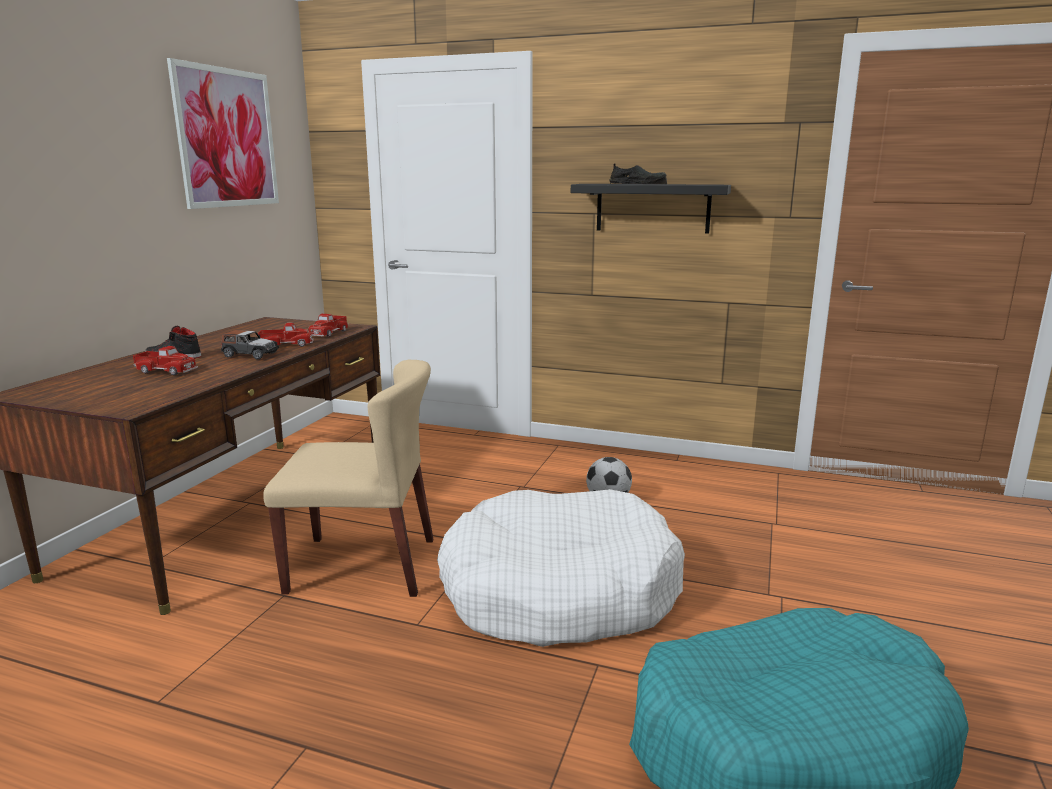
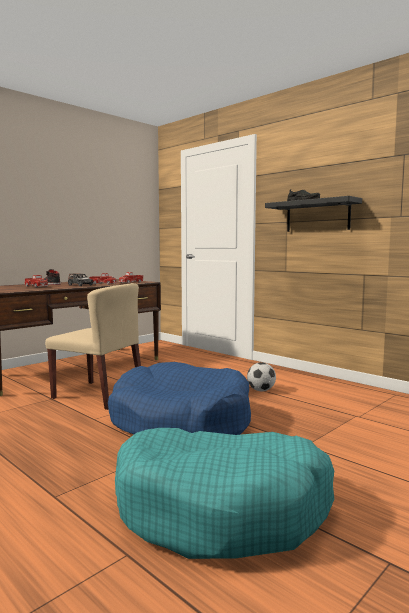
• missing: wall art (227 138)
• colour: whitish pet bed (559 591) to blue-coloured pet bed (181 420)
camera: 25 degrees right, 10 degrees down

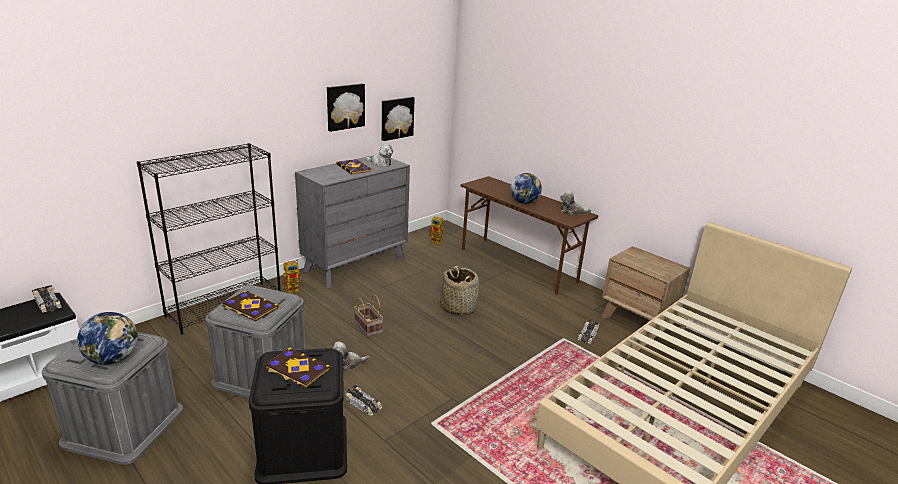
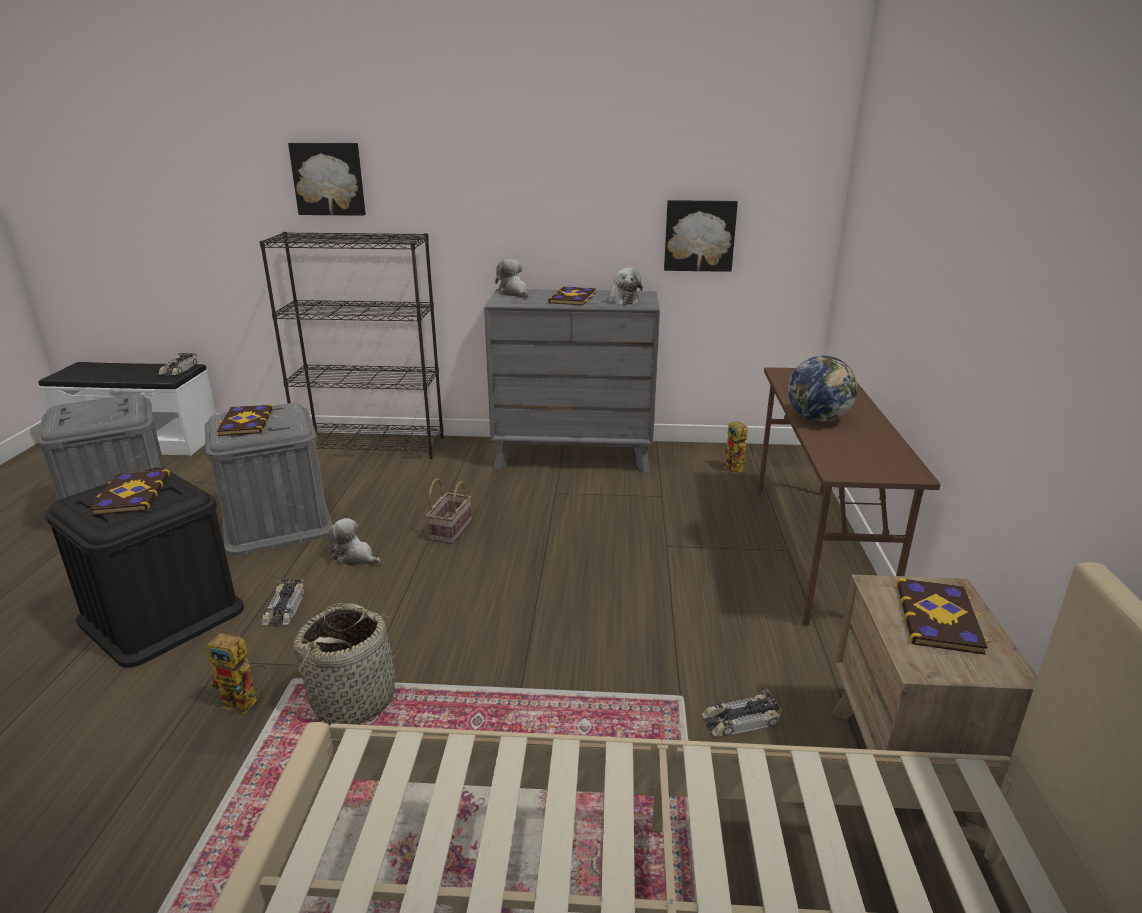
• missing: world globe (113 359)
• relocated: model robot (295 290) to (247 703)
• relocated: wall art (345 106) to (329 179)
• relocated: basket (458 307) to (354 699)
• relocated: cuddly toy (572 212) to (514 293)
• appeared: book (939 618)
camera: 50 degrees right, 0 degrees up

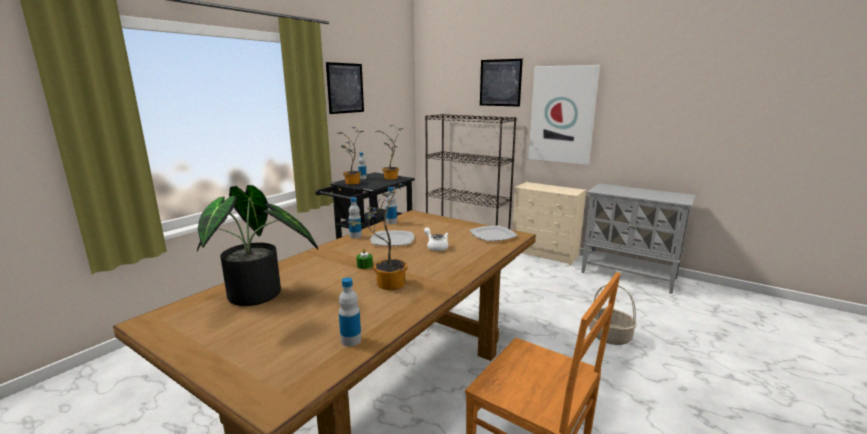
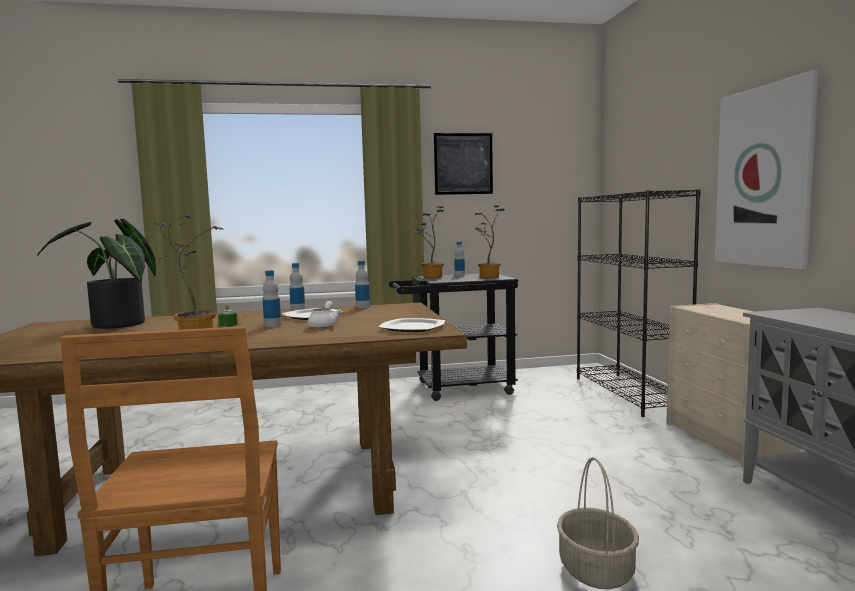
• relocated: beverage bottle (351 340) to (272 325)
• missing: wall art (500 83)
camera: 45 degrees right, 10 degrees down

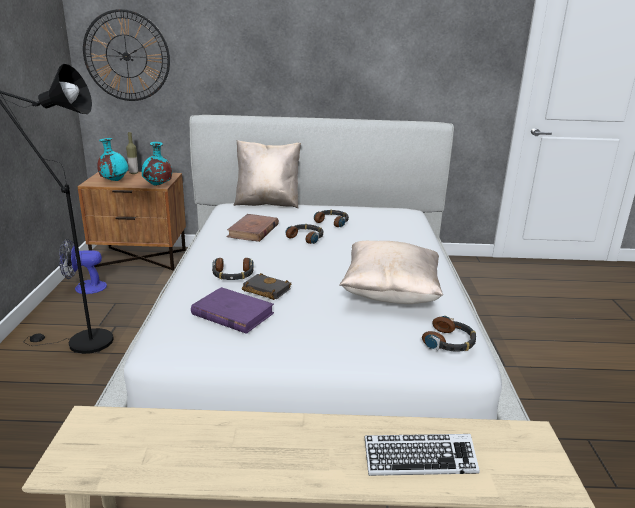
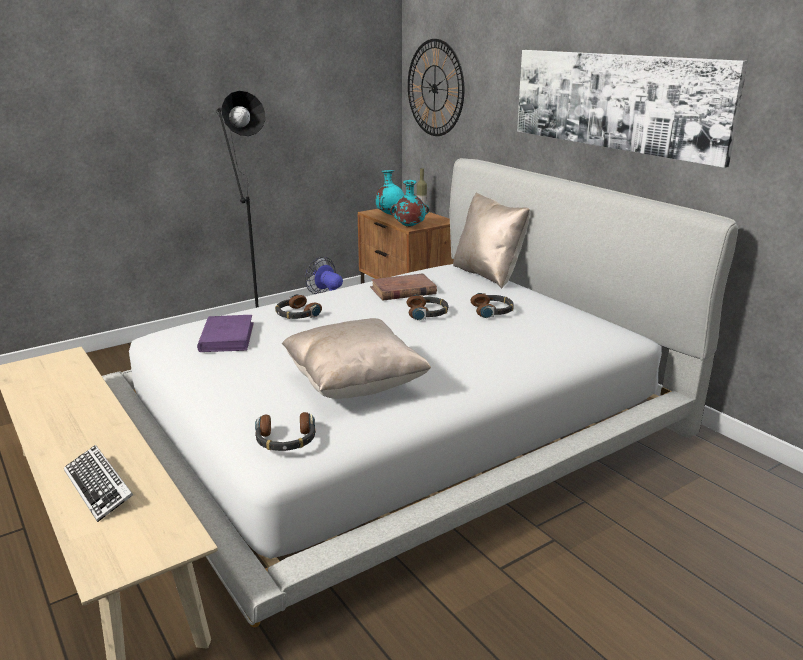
• missing: blackish book (264 290)
• appeared: wall art (616 101)
camera: 55 degrees right, 0 degrees up

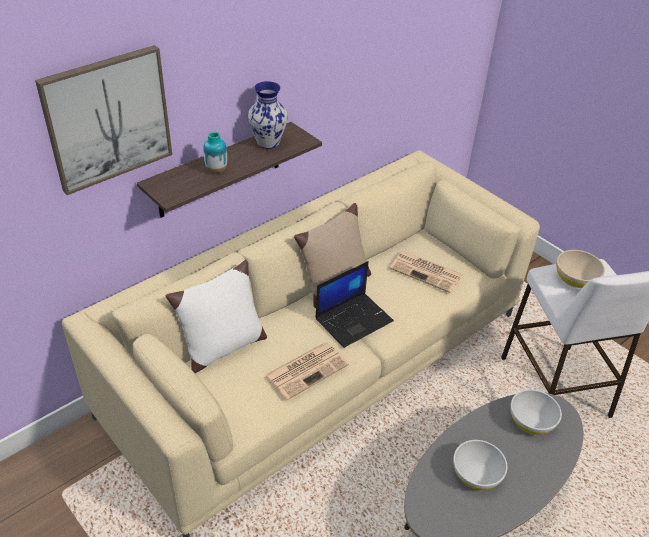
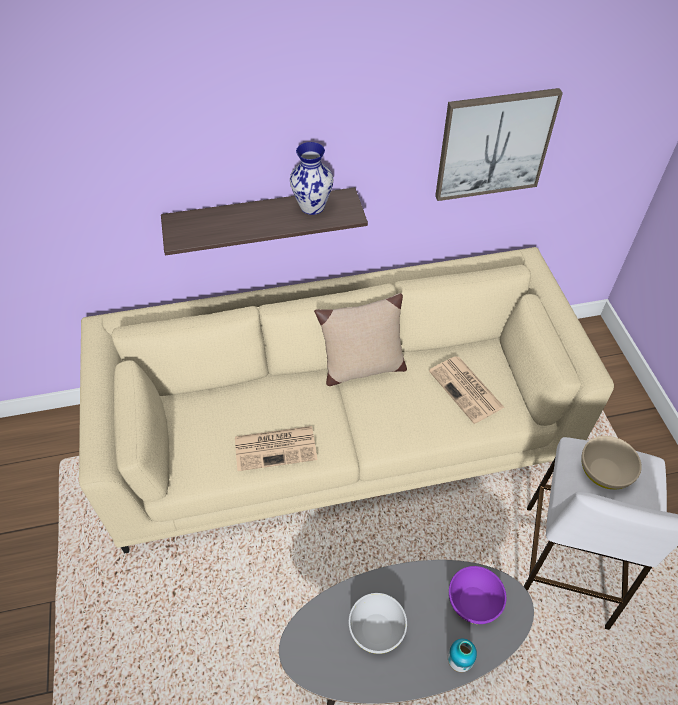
• relocated: wall art (108 119) to (494 144)
• missing: whitish pillow (222 347)
• relocated: vase (216 170) to (459 661)
• missing: portable computer (354 319)
• colour: whitish deep dish (531 421) to purple deep dish (473 601)
camera: 30 degrees right, 10 degrees up

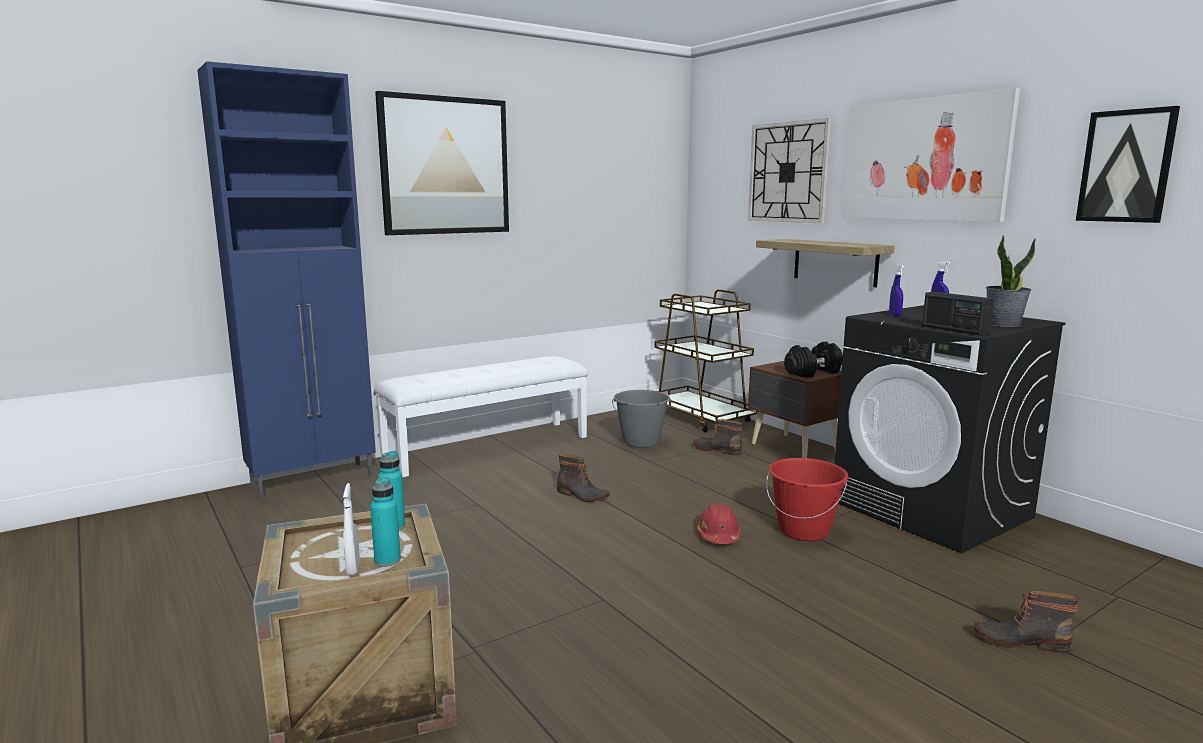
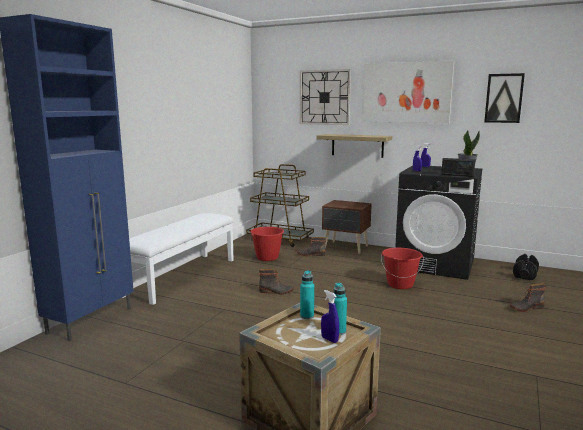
• colour: whitish hand sprayer (353 568) to blue-coloured hand sprayer (329 339)
• missing: wall art (445 166)
• colour: grey water bucket (641 442) to red water bucket (267 258)
• missing: red safety helmet (718 535)
• relocated: blackish hand weight (812 372) to (525 274)
camera: 30 degrees left, 0 degrees up

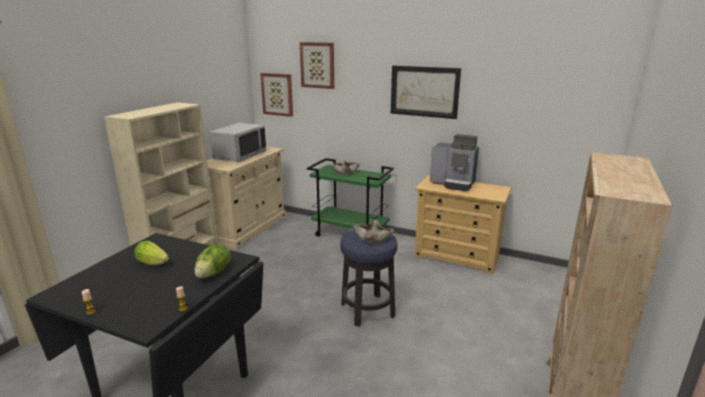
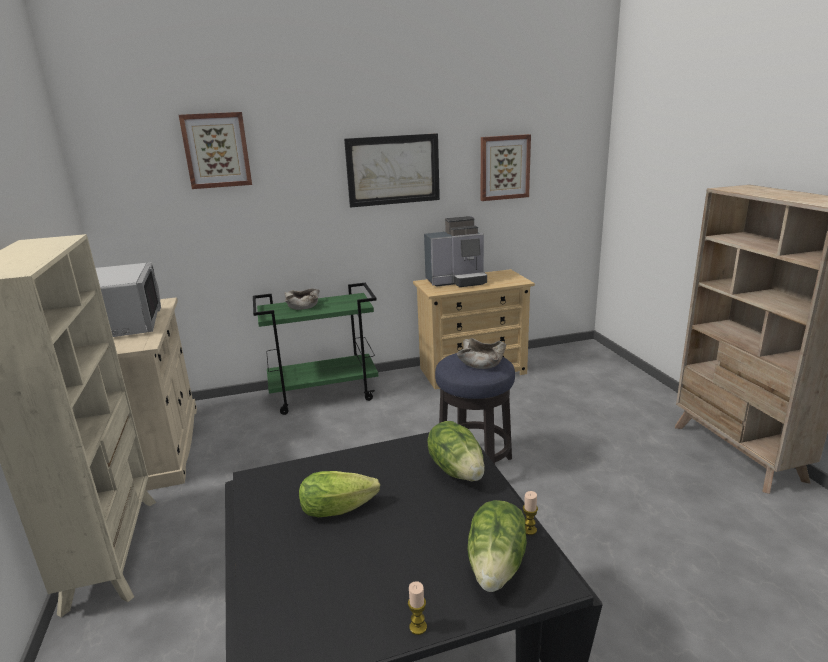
• relocated: wall art (277 94) to (504 167)
• appeared: head of lettuce (497 565)
camera: 40 degrees left, 0 degrees up

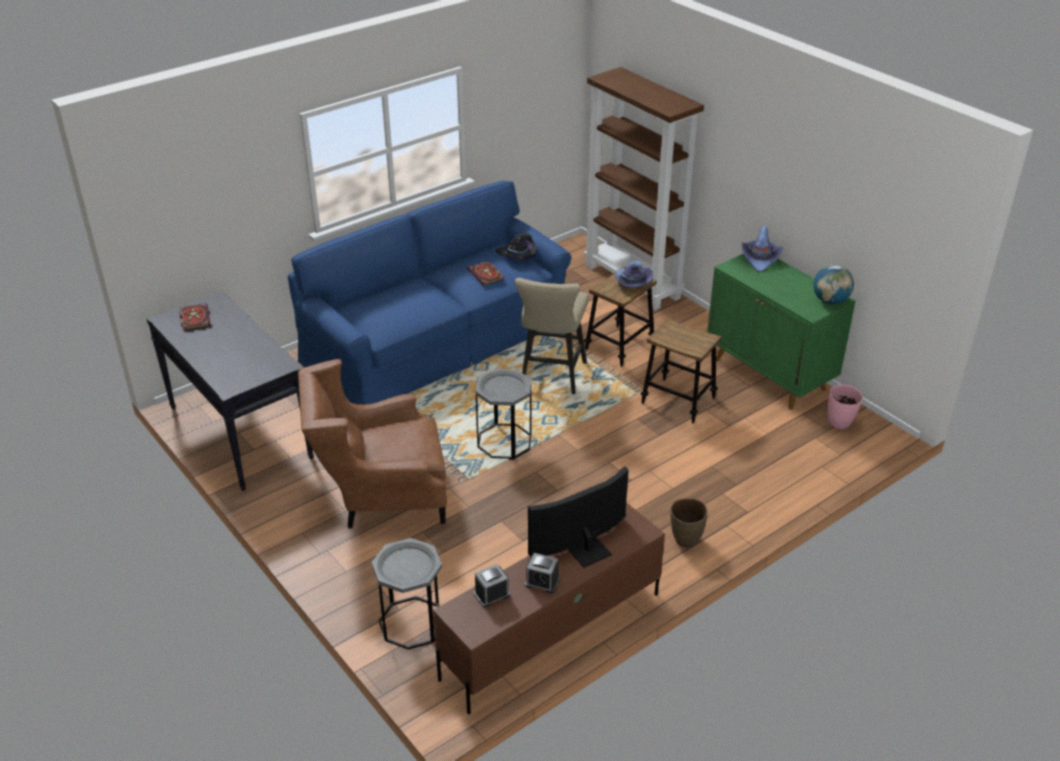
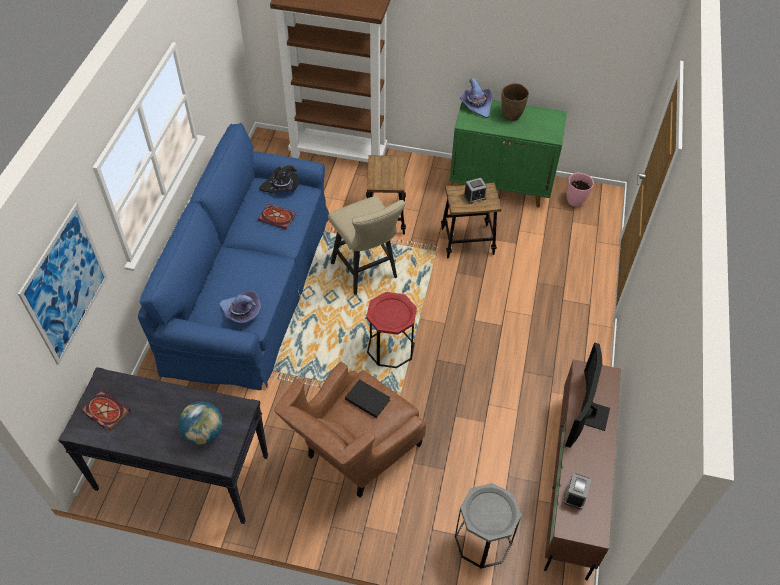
• colour: grey side table (504 441) to red side table (390 348)
• relocated: bedside clock (542 582) to (474 197)
• relocated: purple clothing hat (631 282) to (241 312)
• relocated: brown vase (685 541) to (511 116)
• relocated: world globe (830 301) to (204 433)
• appeared: wall art (66 284)
• appeared: blackish book (368 399)
camera: 40 degrees left, 15 degrees up

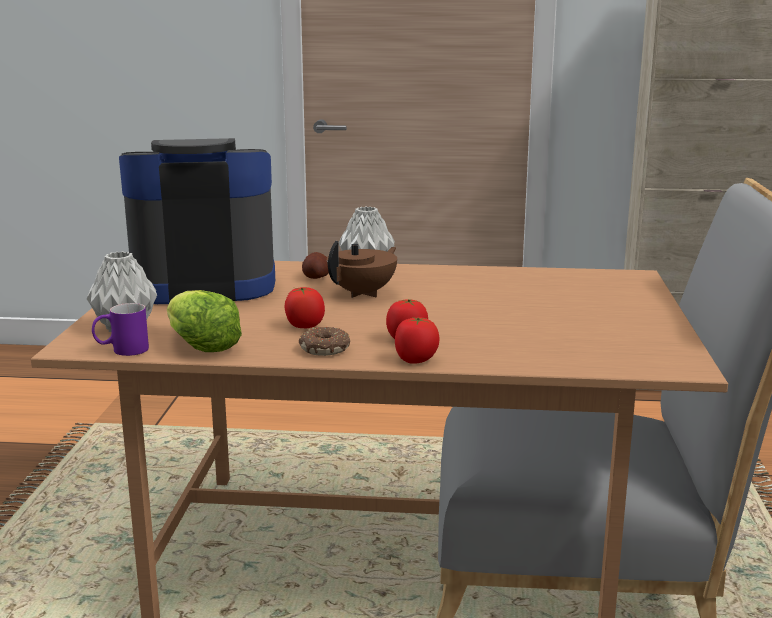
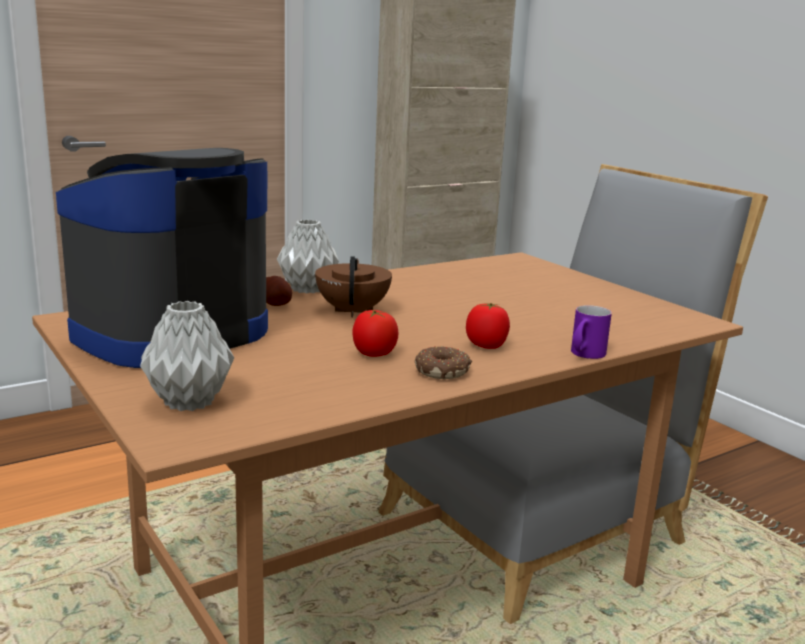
• relocated: purple tea mug (121 350) to (584 355)
• missing: head of lettuce (200 345)
• missing: whole tomato (415 360)
camera: 40 degrees left, 0 degrees up

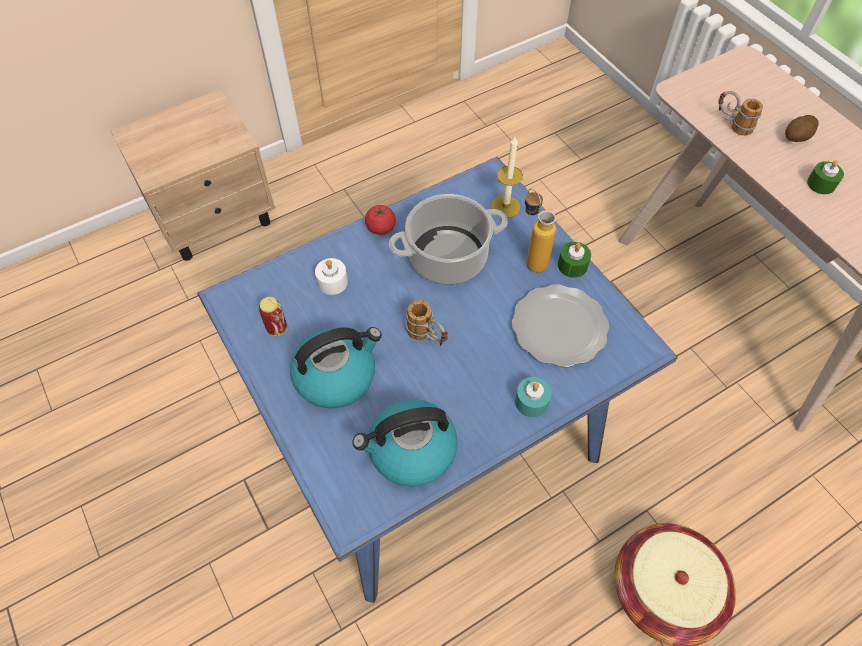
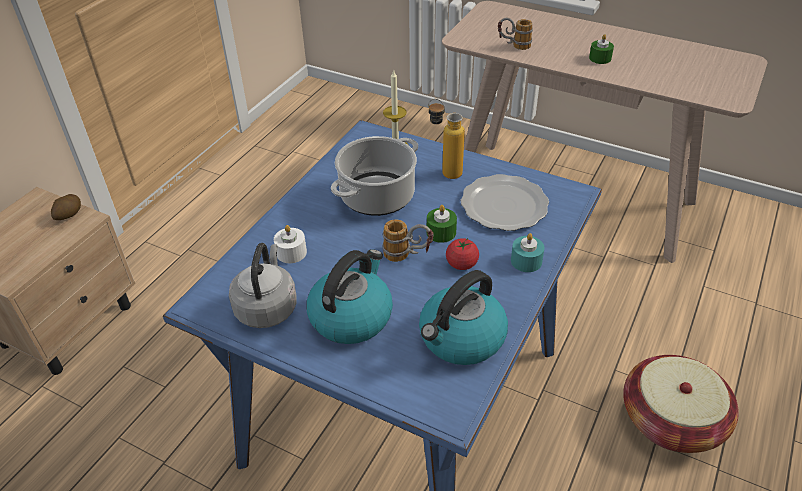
• exchanged: can (277 328) to grey kettle (267 307)
• relocated: whole tomato (381 228) to (461 264)
• relocated: green candle (572 265) to (441 232)
• relocated: potato (796 137) to (69 215)
camera: 30 degrees left, 15 degrees down

